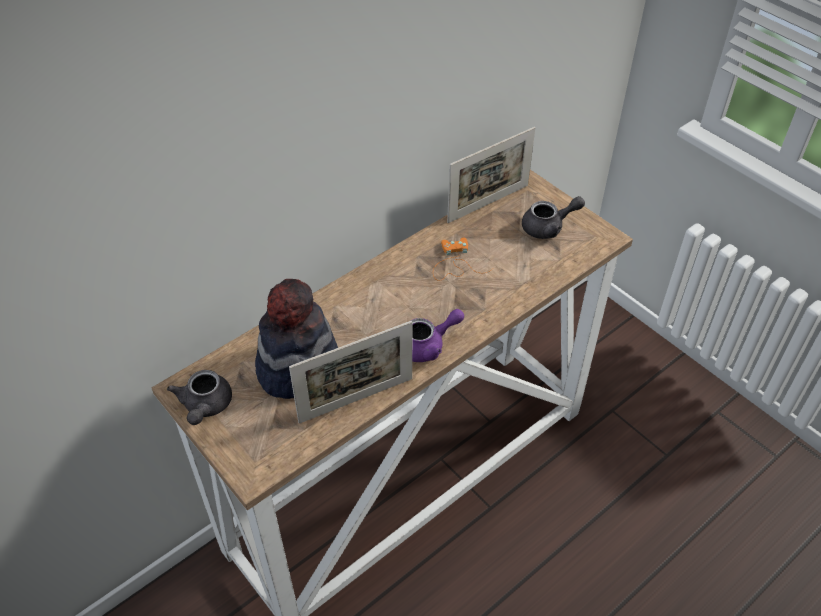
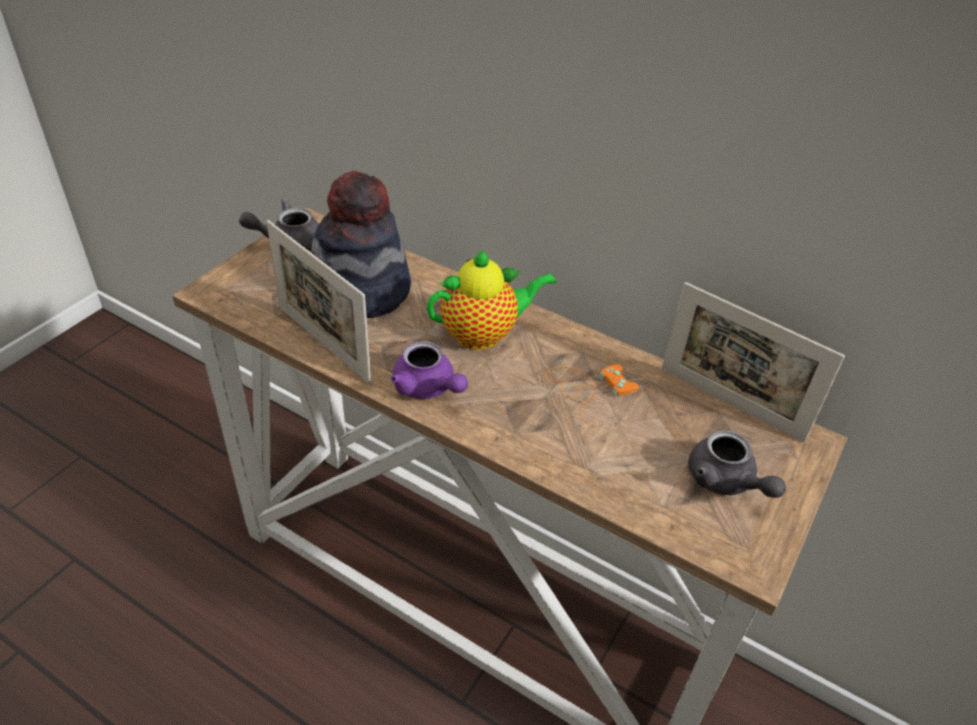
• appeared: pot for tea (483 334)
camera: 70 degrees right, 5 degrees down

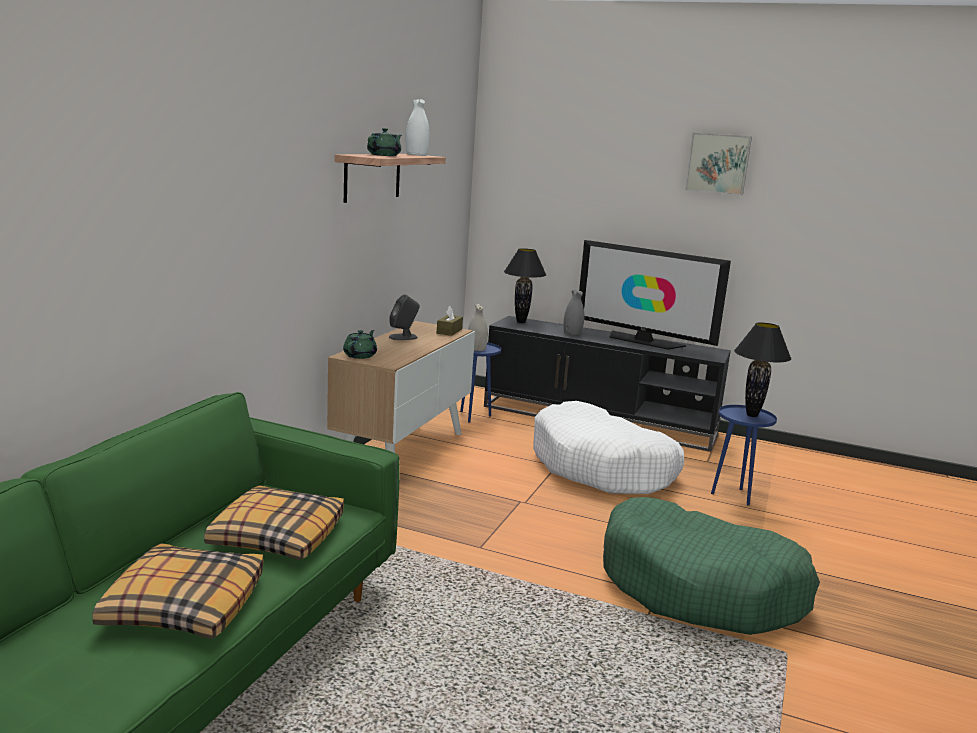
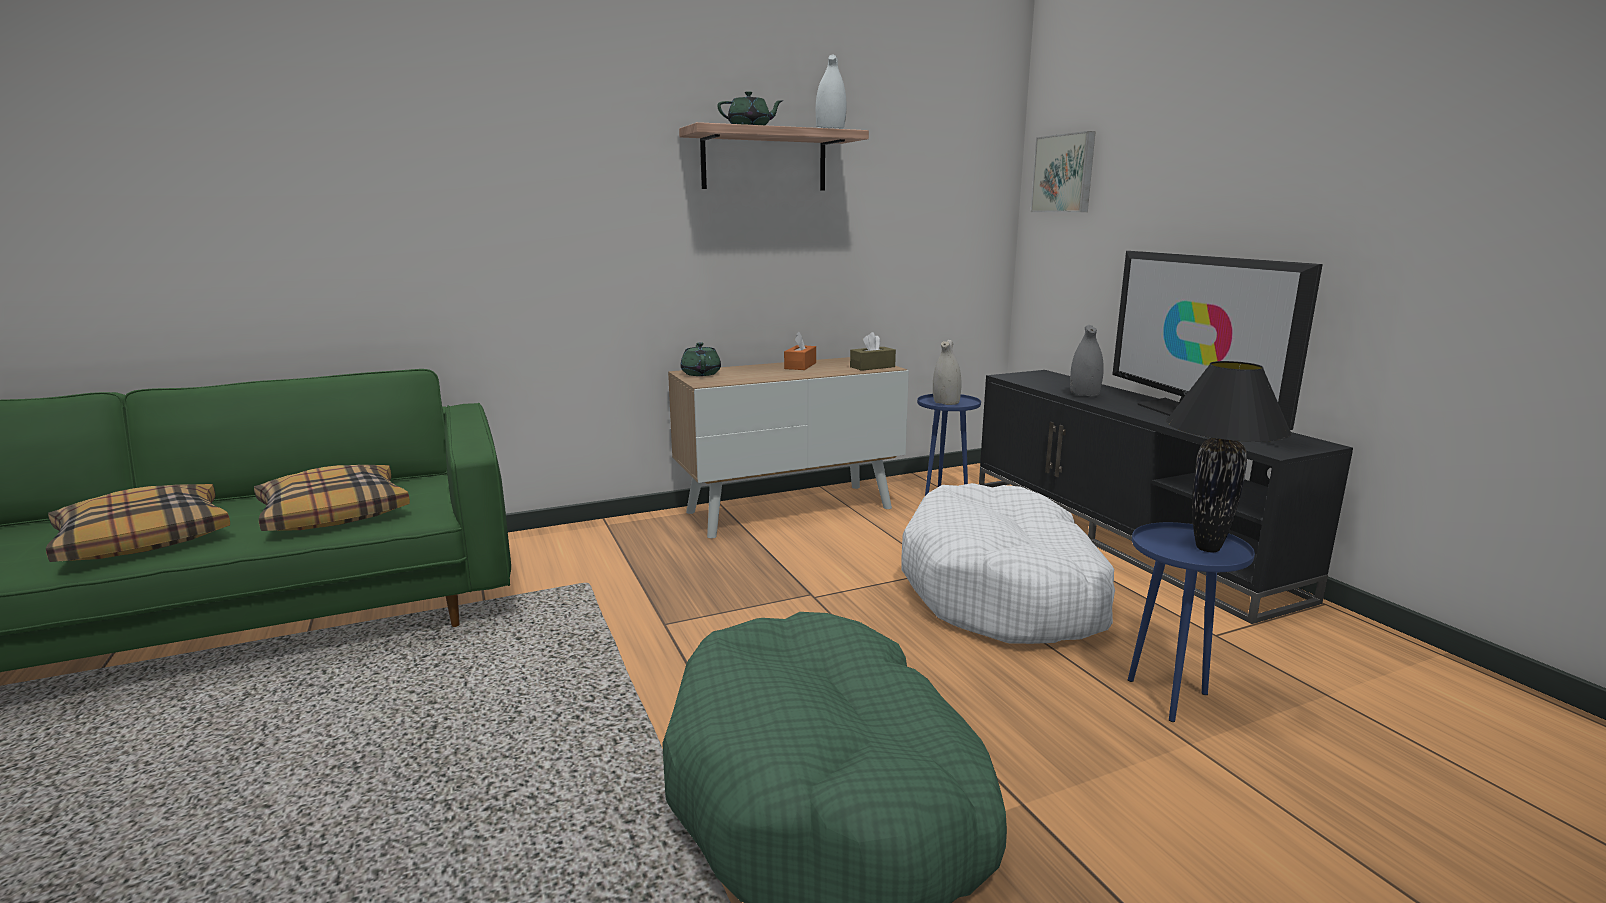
• spun: green pot for tea (360 355) = (701 373) 75 degrees counterclockwise
• exchanged: grey audio speaker (403 337) to orangey tissue box (800 366)
• missing: blackish lamp for a table (521 322)
• relocated: wall art (718 163) to (1064 173)
camera: 45 degrees right, 0 degrees up

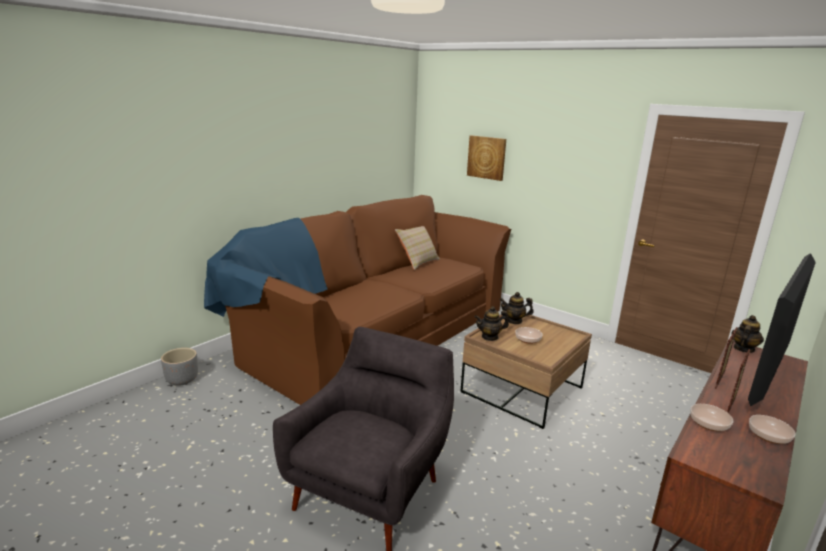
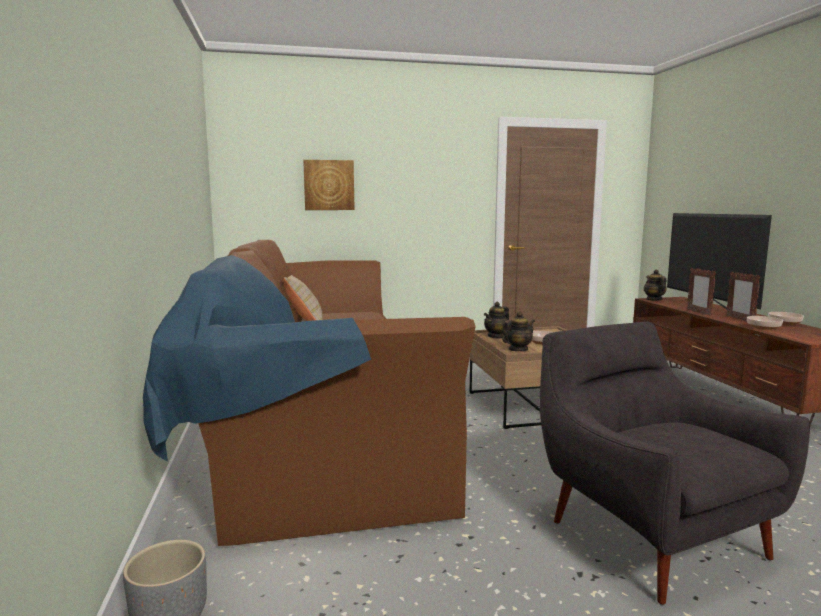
• spun: pot for tea (490 337) = (517 350) 150 degrees counterclockwise
camera: 50 degrees left, 10 degrees down

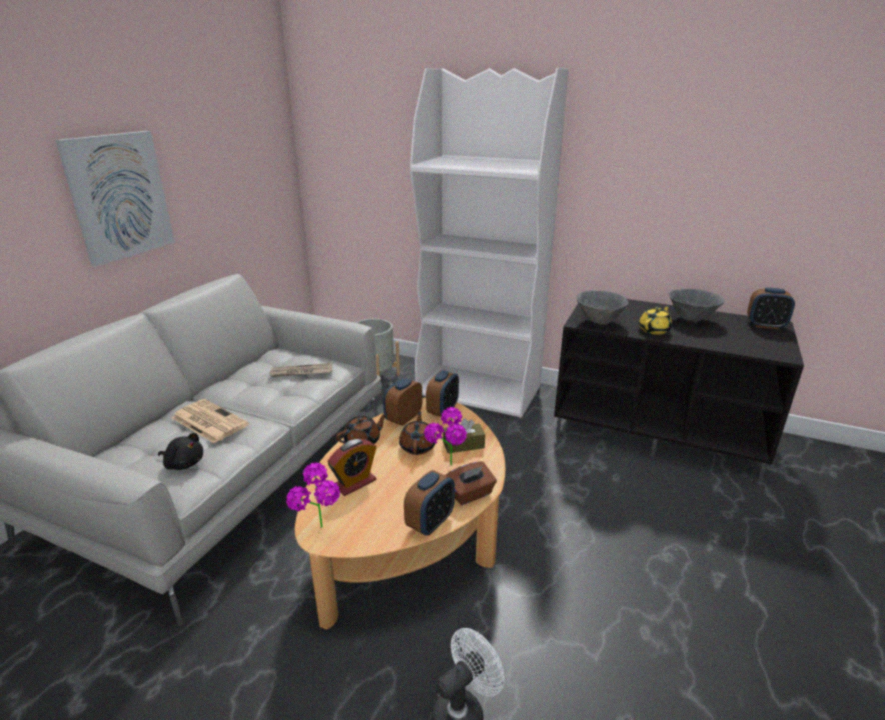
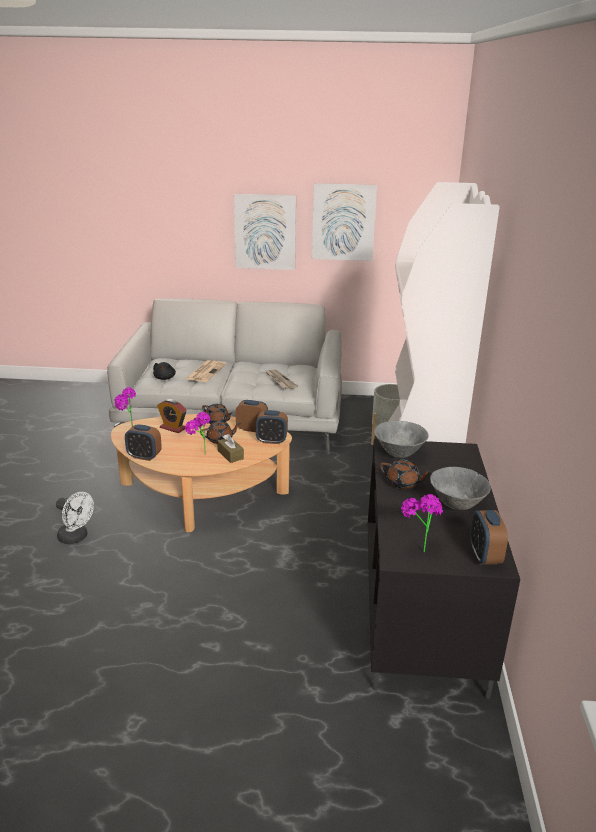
• missing: brown tissue box (470 494)
• colour: yellow-coloured pot for tea (654 330) to brown pot for tea (403 483)
• appeared: wall art (343 222)
• appeared: plant in a pot (418 547)
camera: 70 degrees right, 0 degrees up

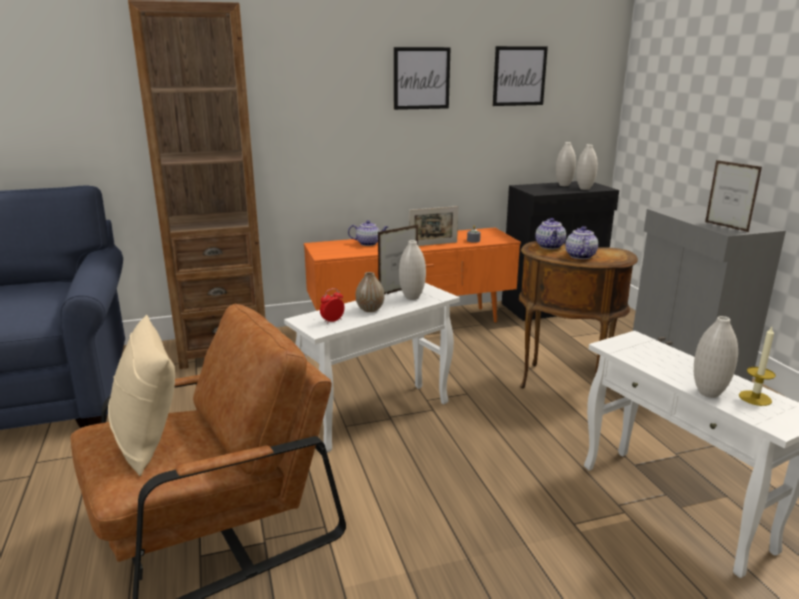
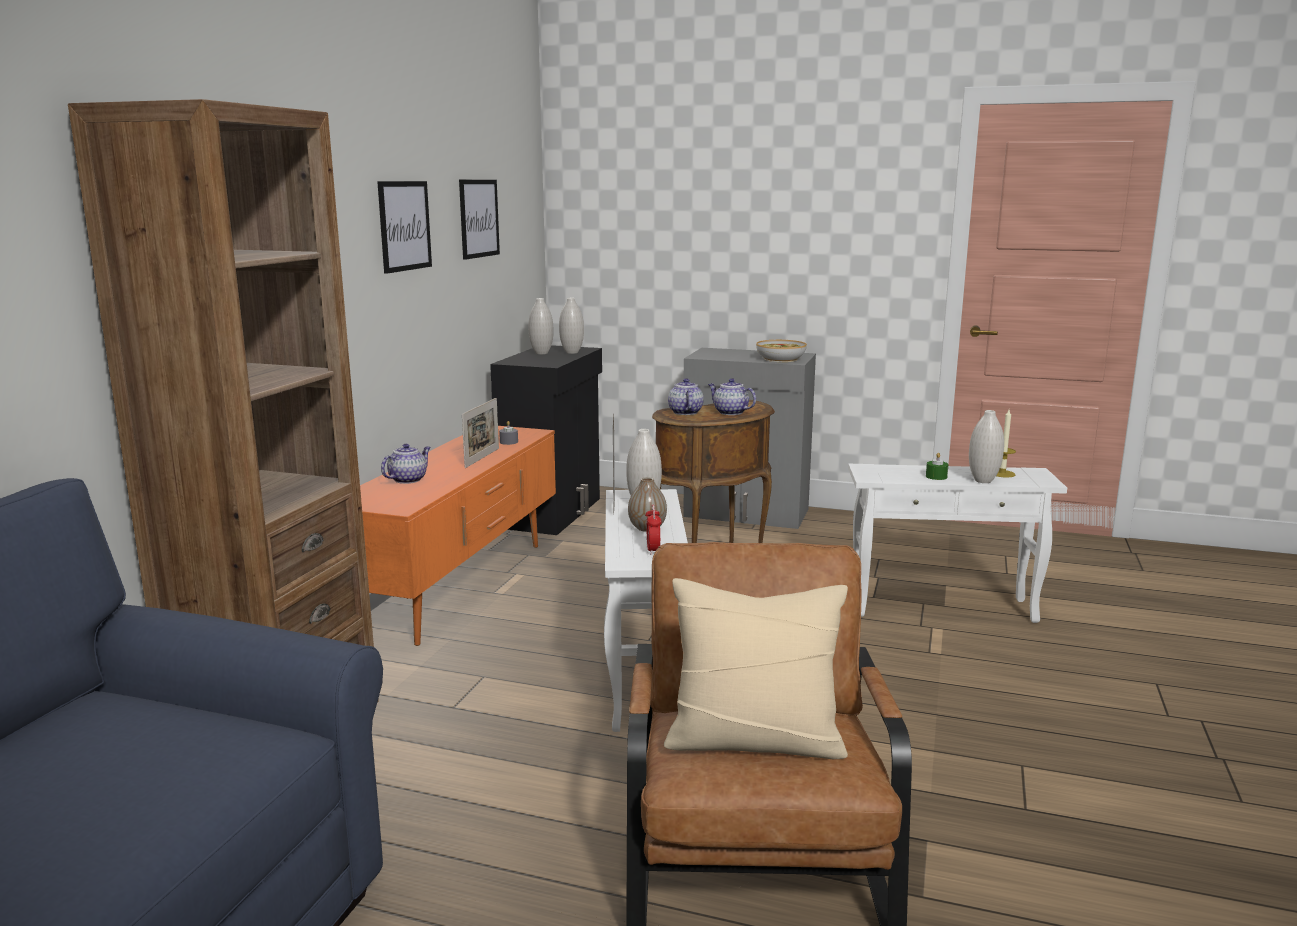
• spun: pot for tea (550 246) = (685 412) 135 degrees counterclockwise
• exchanged: picture frame (726 227) to deep dish (781 359)
• appeared: green candle (936 476)
camera: 55 degrees left, 5 degrees down

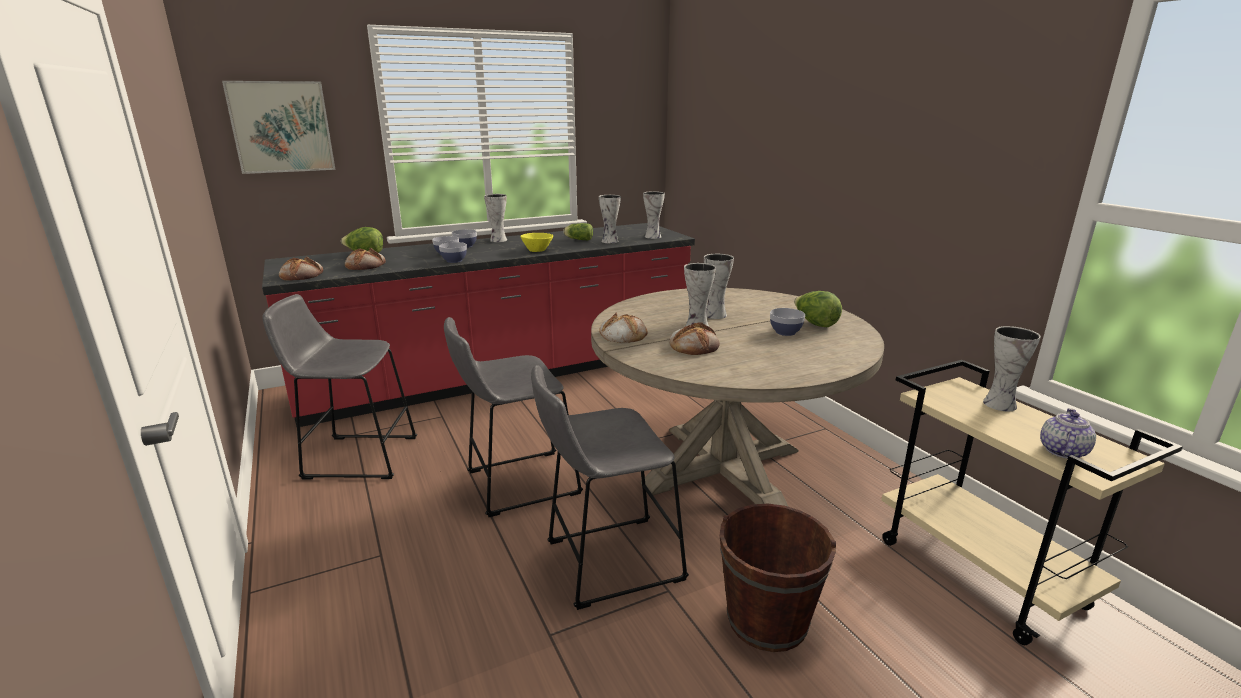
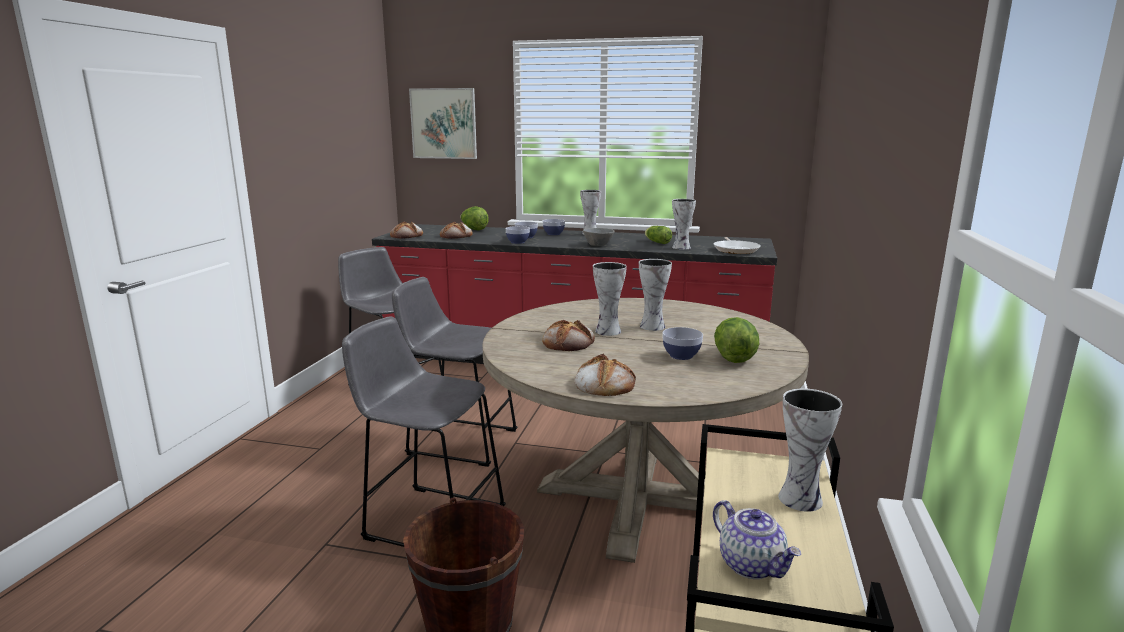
• colour: yellow-coloured deep dish (538 250) to grey deep dish (599 245)
• relocated: bread (622 334) to (604 383)
• exchanged: vase (653 236) to pan (735 250)
• spun: pot for tea (1062 451) = (752 565) 75 degrees clockwise
camera: 40 degrees right, 5 degrees down

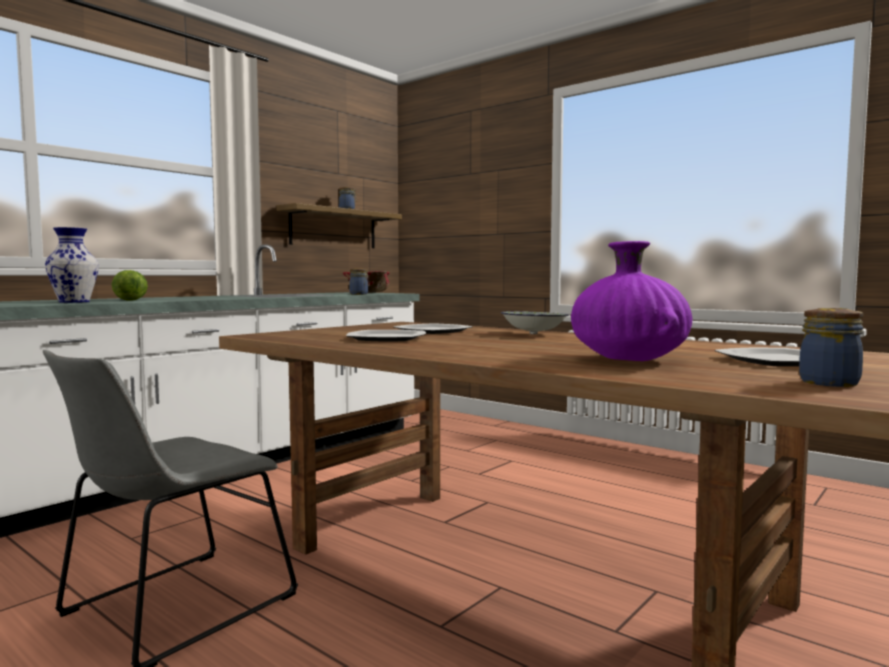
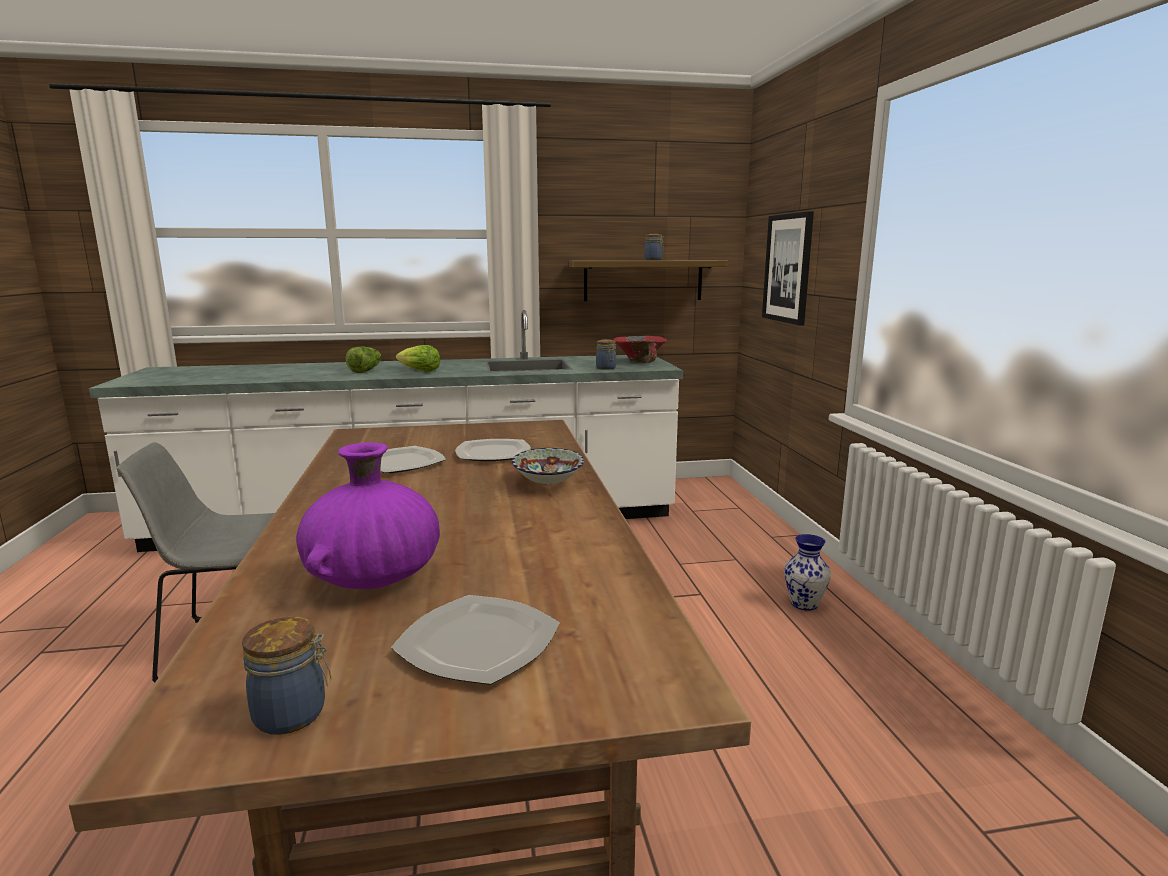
• relocated: vase (74 302) to (804 604)
• appeared: head of lettuce (419 371)
• appeared: wall art (788 268)
camera: 40 degrees right, 10 degrees up

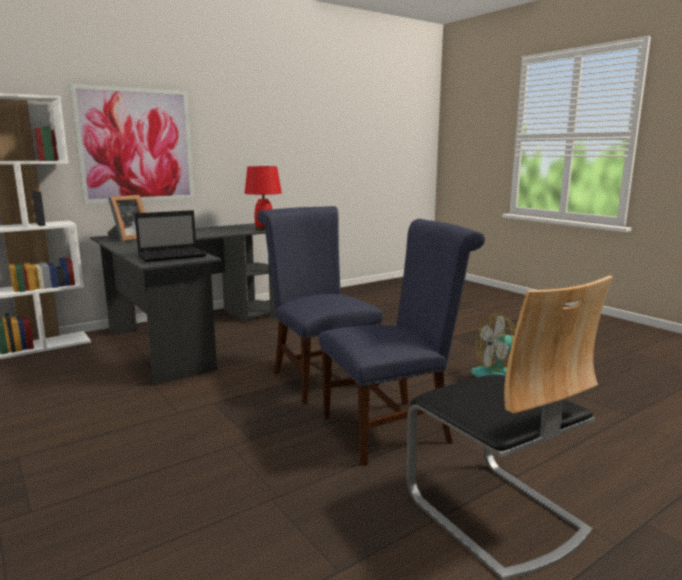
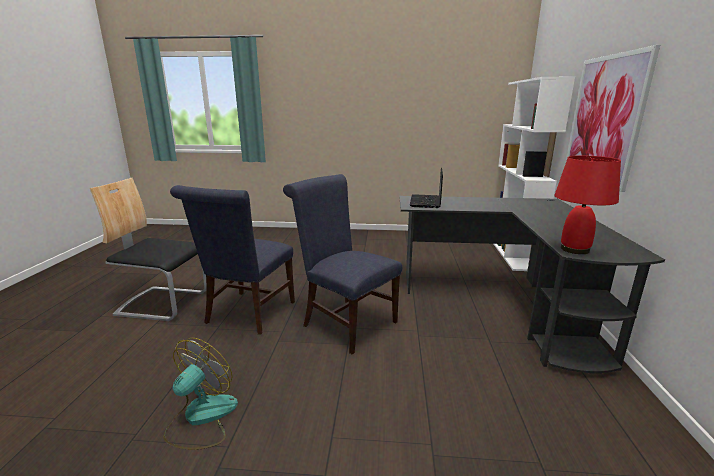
• missing: picture frame (128 239)
• spun: blue-coloured upright chair (320 377) = (345 322) 150 degrees counterclockwise
camera: 130 degrees right, 5 degrees up

